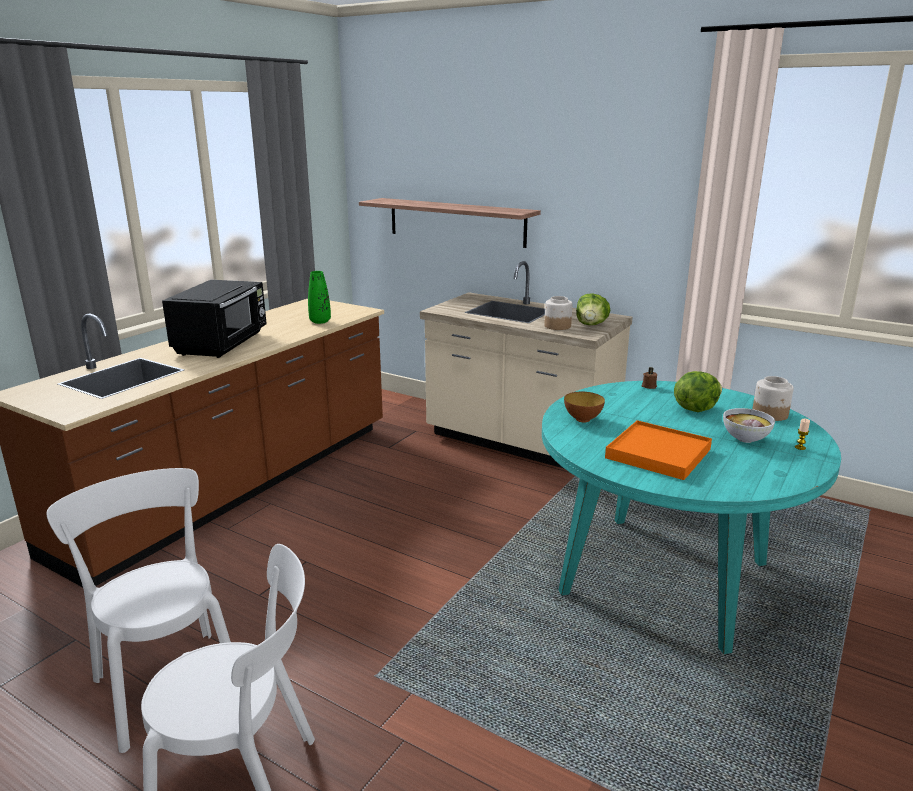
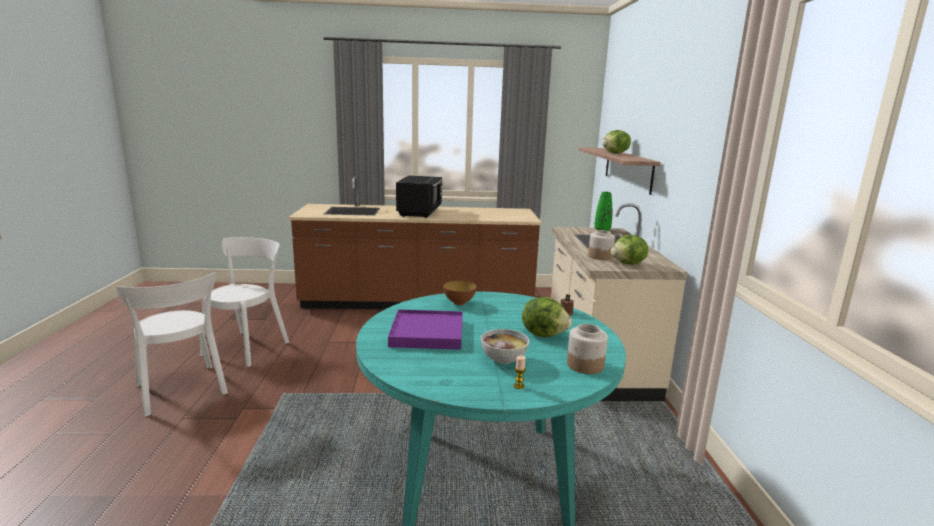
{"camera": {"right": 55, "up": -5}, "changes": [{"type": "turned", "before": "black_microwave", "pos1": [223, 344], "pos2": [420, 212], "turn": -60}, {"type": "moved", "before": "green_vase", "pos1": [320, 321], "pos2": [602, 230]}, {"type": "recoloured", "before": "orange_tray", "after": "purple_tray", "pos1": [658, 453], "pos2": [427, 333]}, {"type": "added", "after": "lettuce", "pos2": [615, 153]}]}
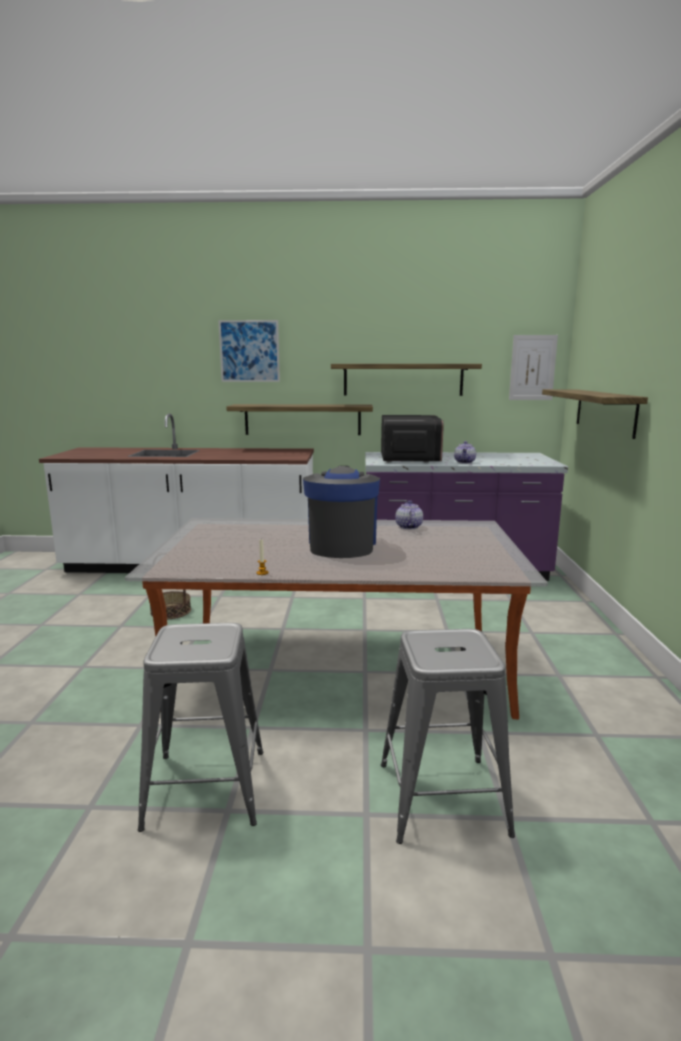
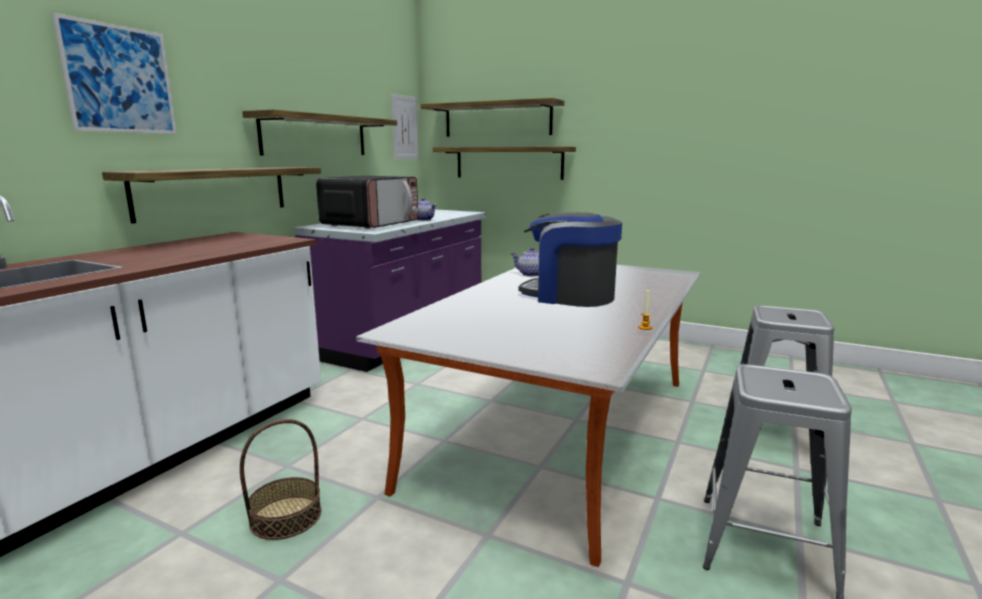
{"camera": {"right": -65, "up": 0}, "changes": [{"type": "turned", "before": "microwave", "pos1": [409, 458], "pos2": [371, 224], "turn": 90}, {"type": "added", "after": "shelf", "pos2": [497, 119]}]}
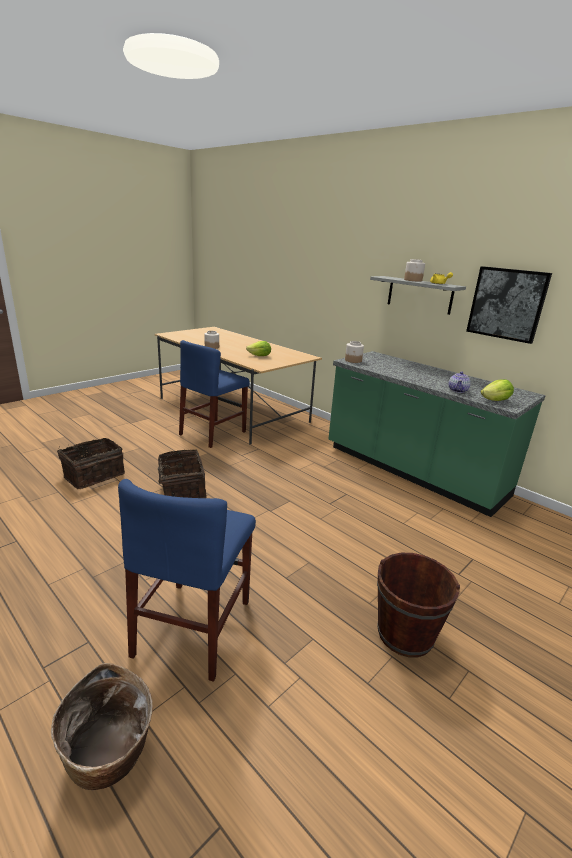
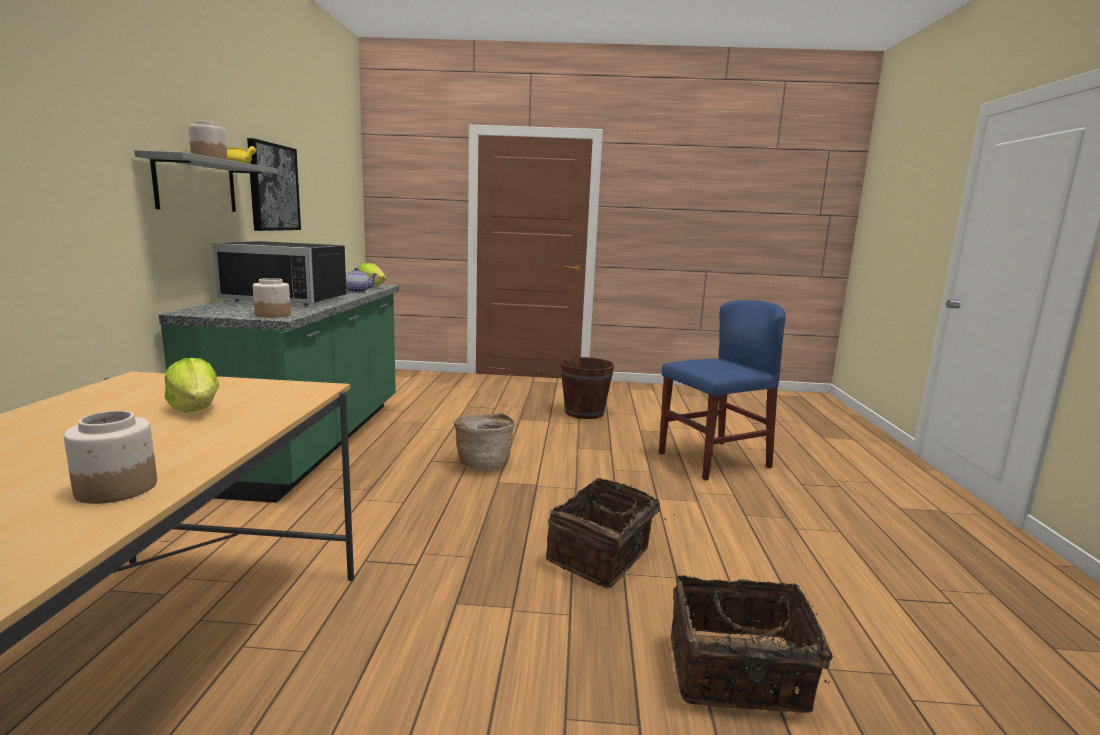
{"camera": {"right": -130, "up": -10}, "changes": [{"type": "moved", "before": "basket", "pos1": [110, 757], "pos2": [484, 463]}, {"type": "removed", "before": "blue_chair", "pos1": [213, 433]}, {"type": "added", "after": "black_microwave", "pos2": [290, 299]}]}
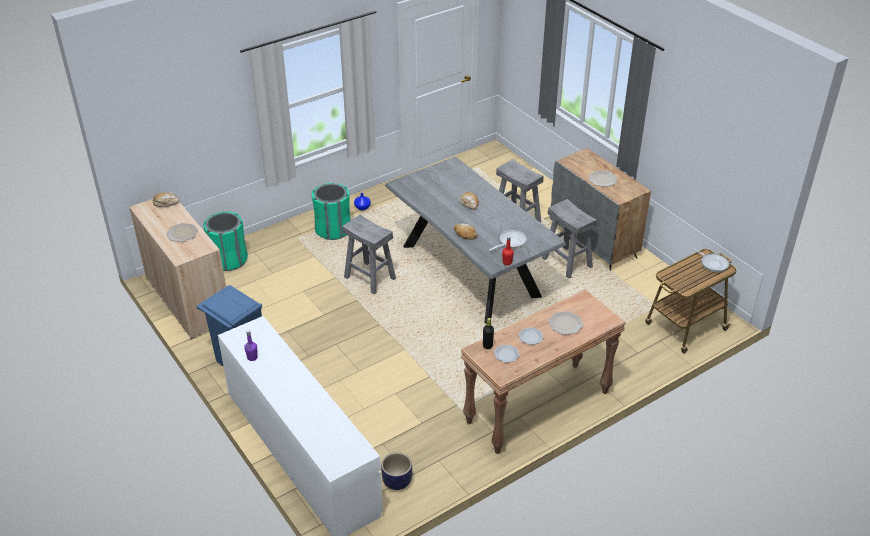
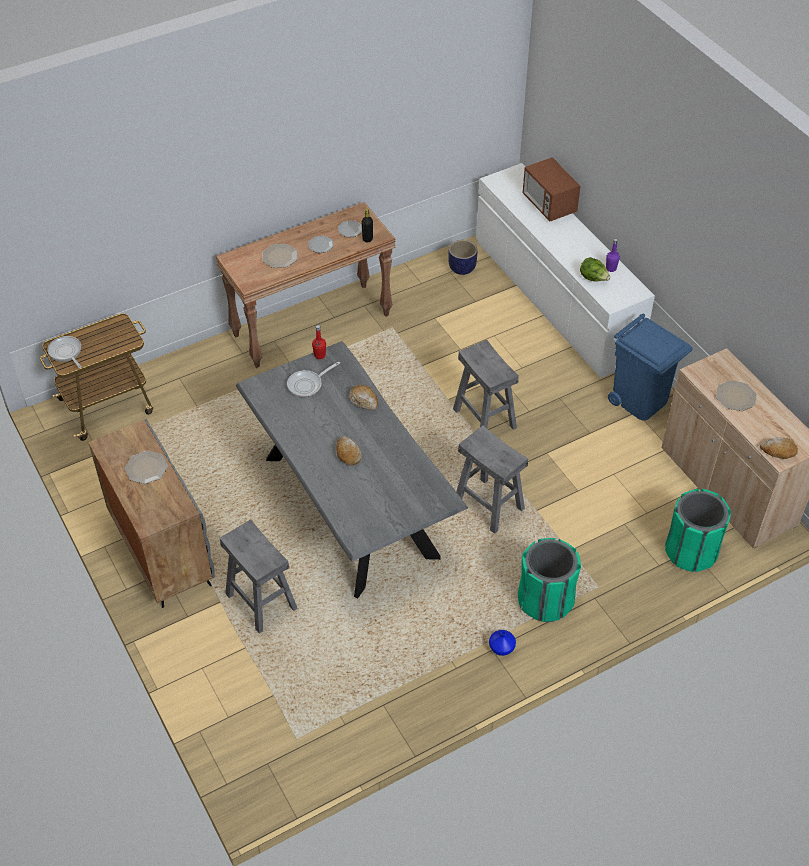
{"camera": {"right": -175, "up": 10}, "changes": [{"type": "moved", "before": "grey_stool", "pos1": [567, 262], "pos2": [484, 418]}, {"type": "added", "after": "microwave", "pos2": [549, 205]}, {"type": "added", "after": "lettuce", "pos2": [593, 278]}]}
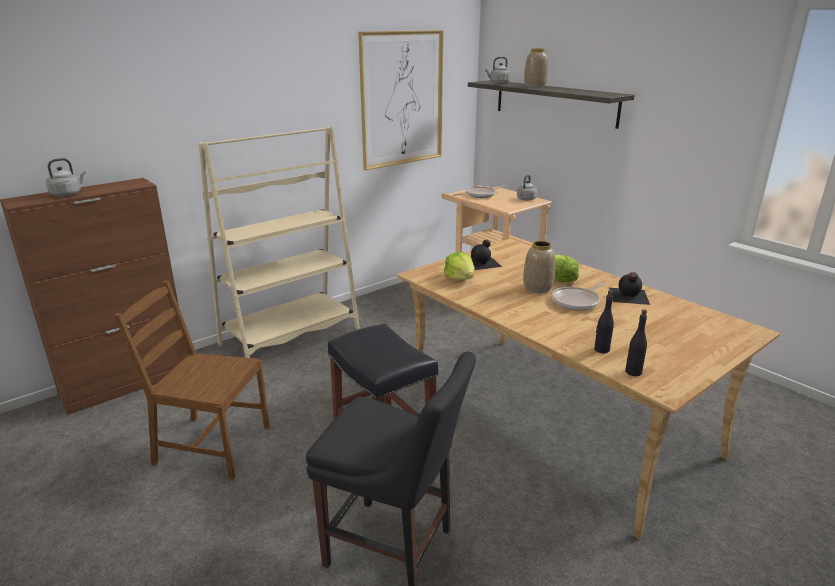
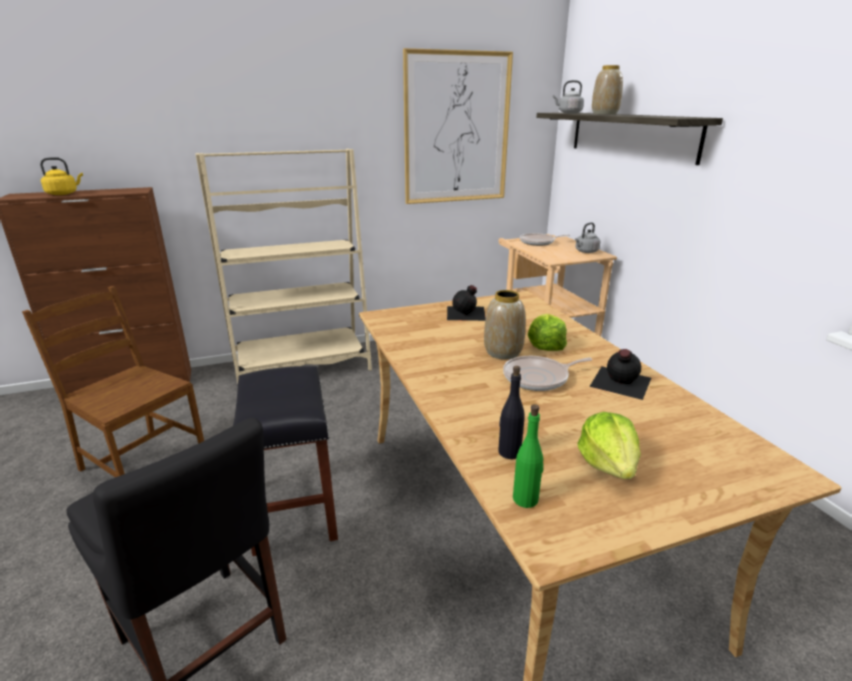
{"camera": {"right": 20, "up": 0}, "changes": [{"type": "recoloured", "before": "grey_kettle", "after": "yellow_kettle", "pos1": [68, 194], "pos2": [64, 194]}, {"type": "moved", "before": "lettuce", "pos1": [460, 278], "pos2": [608, 464]}, {"type": "recoloured", "before": "black_bottle", "after": "green_bottle", "pos1": [633, 372], "pos2": [526, 499]}]}
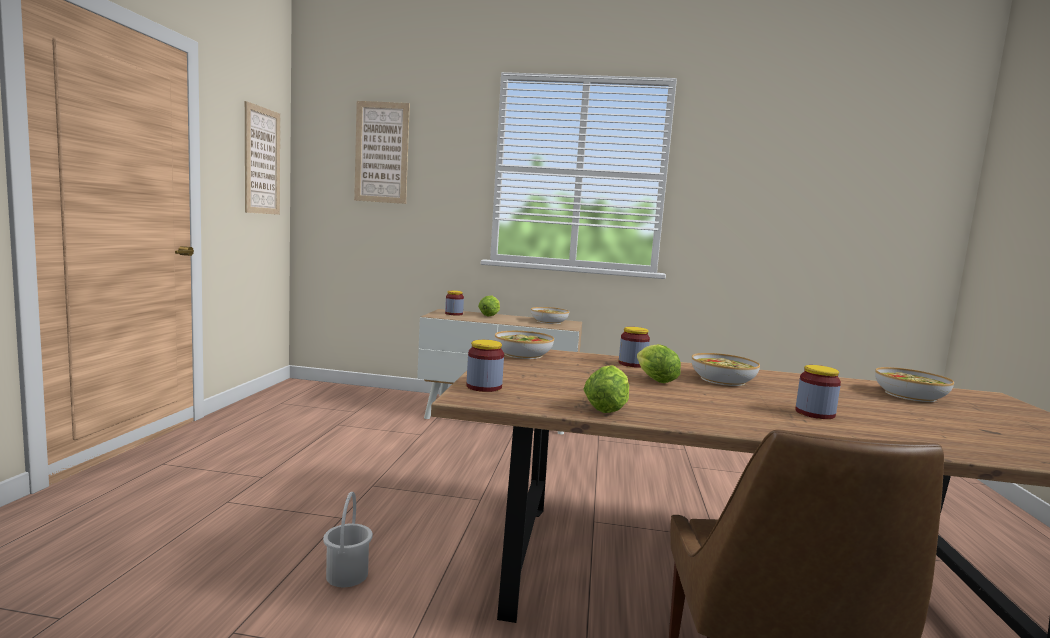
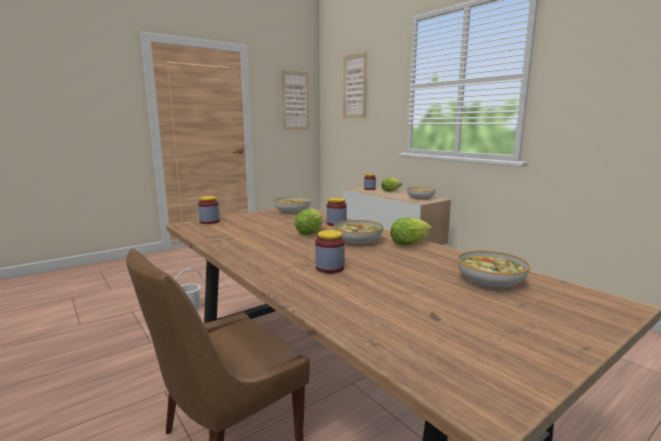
{"camera": {"right": 45, "up": 5}, "changes": [{"type": "moved", "before": "lettuce", "pos1": [607, 407], "pos2": [411, 243]}]}
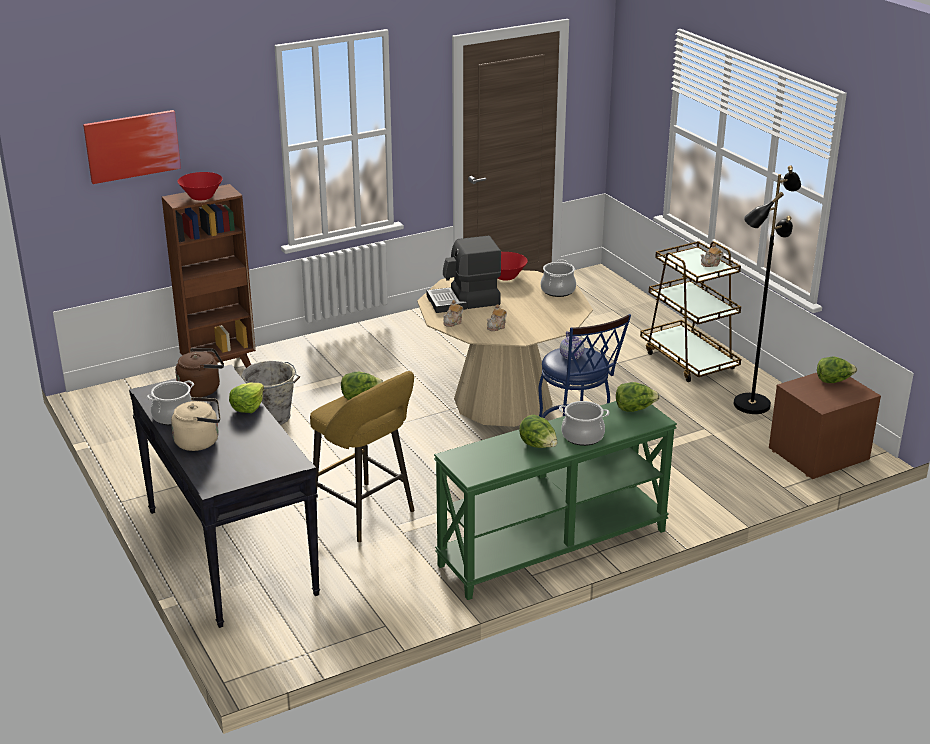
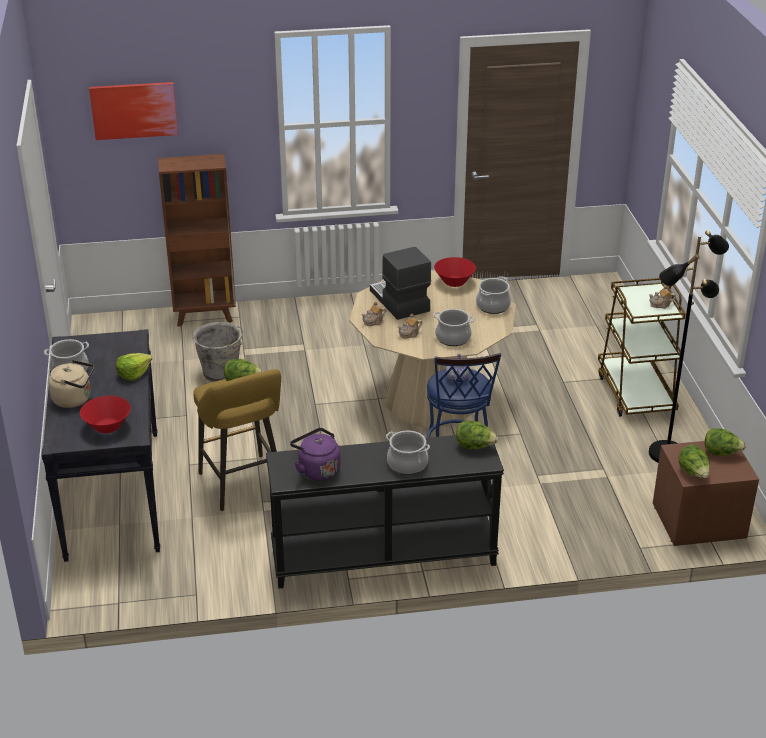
{"camera": {"right": 20, "up": 5}, "changes": [{"type": "removed", "before": "brown_kettle", "pos1": [202, 389]}, {"type": "moved", "before": "red_bowl", "pos1": [201, 197], "pos2": [107, 427]}, {"type": "turned", "before": "coffee_machine", "pos1": [464, 301], "pos2": [399, 301], "turn": 60}, {"type": "recoloured", "before": "green_console_table", "after": "black_console_table", "pos1": [553, 549], "pos2": [383, 558]}, {"type": "moved", "before": "lettuce", "pos1": [538, 446], "pos2": [693, 473]}, {"type": "added", "after": "purple_kettle", "pos2": [317, 470]}, {"type": "added", "after": "cooking_pot", "pos2": [453, 338]}]}
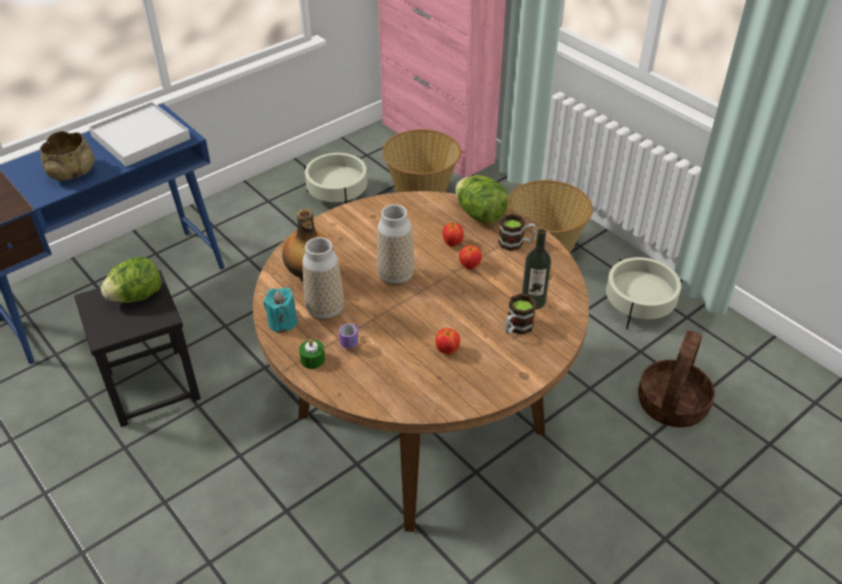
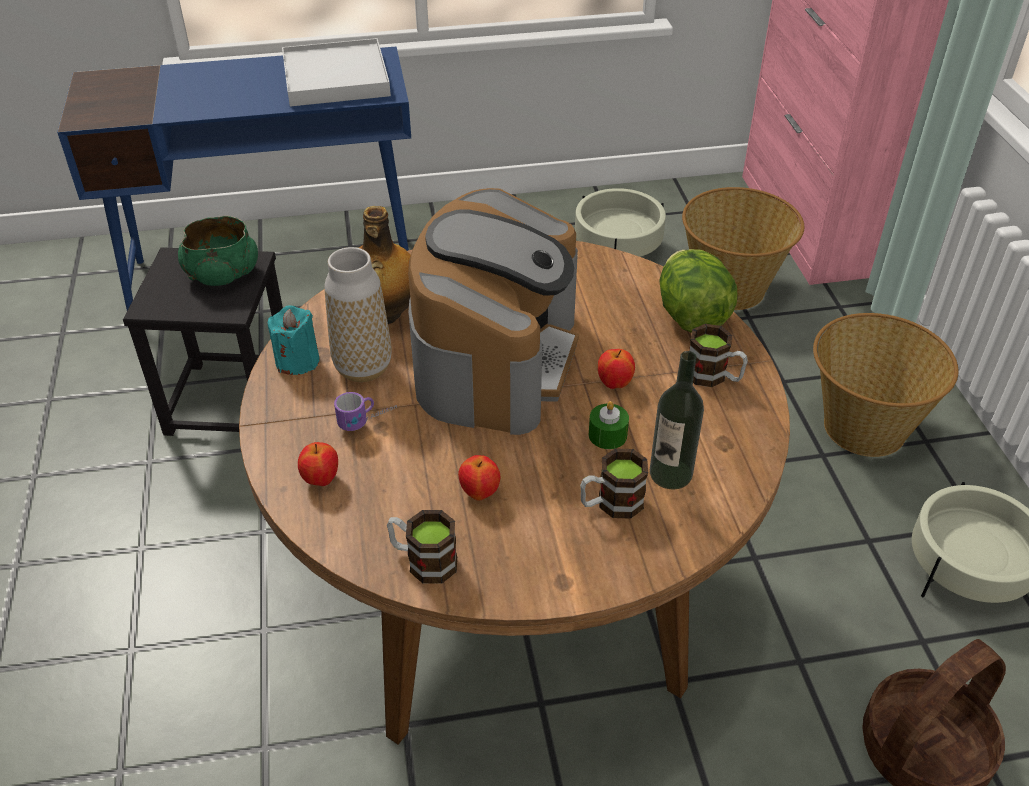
{"camera": {"right": 30, "up": 0}, "changes": [{"type": "removed", "before": "beige_bowl", "pos1": [71, 172]}, {"type": "replaced", "before": "lettuce", "after": "green_bowl", "pos1": [137, 296], "pos2": [223, 274]}, {"type": "moved", "before": "green_candle", "pos1": [312, 359], "pos2": [607, 435]}, {"type": "replaced", "before": "vase", "after": "coffee_machine", "pos1": [395, 277], "pos2": [495, 359]}, {"type": "moved", "before": "apple", "pos1": [452, 243], "pos2": [321, 480]}, {"type": "added", "after": "mug", "pos2": [423, 560]}]}
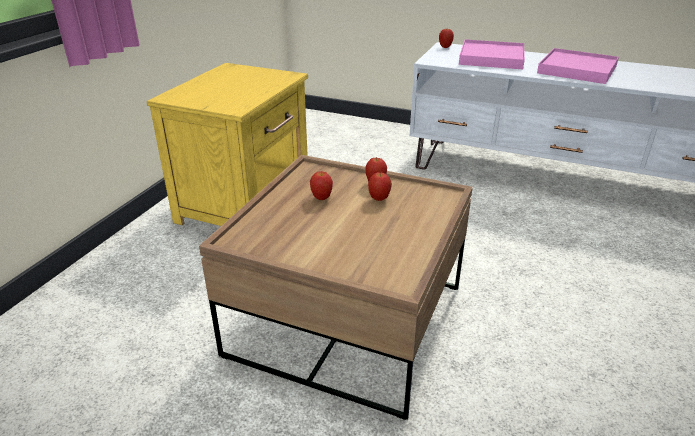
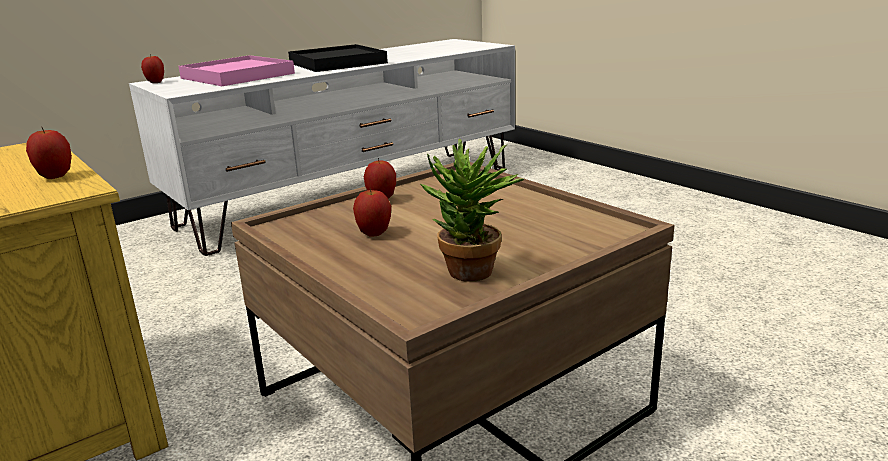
{"camera": {"right": -60, "up": -10}, "changes": [{"type": "moved", "before": "apple", "pos1": [379, 199], "pos2": [55, 177]}, {"type": "recoloured", "before": "pink_tray", "after": "black_tray", "pos1": [576, 70], "pos2": [337, 63]}, {"type": "added", "after": "potted_plant", "pos2": [472, 276]}]}
